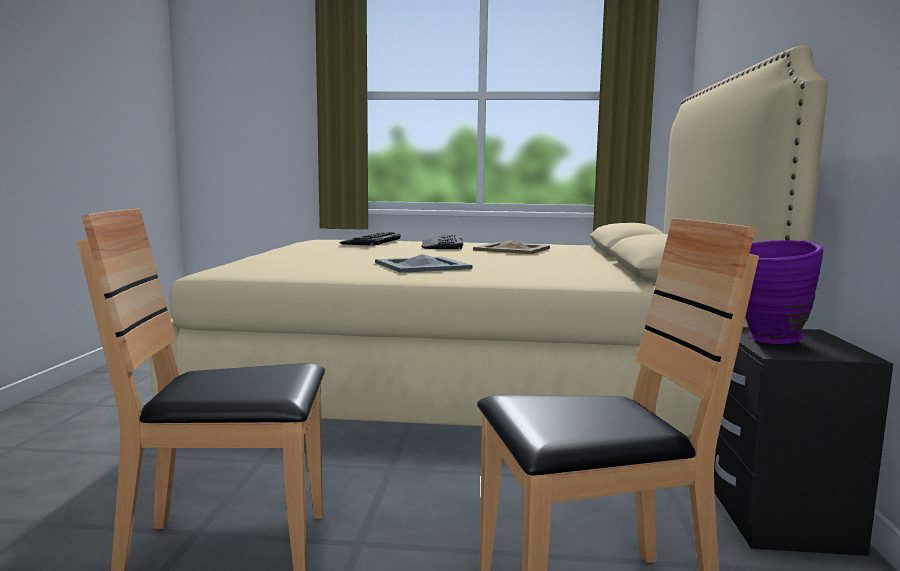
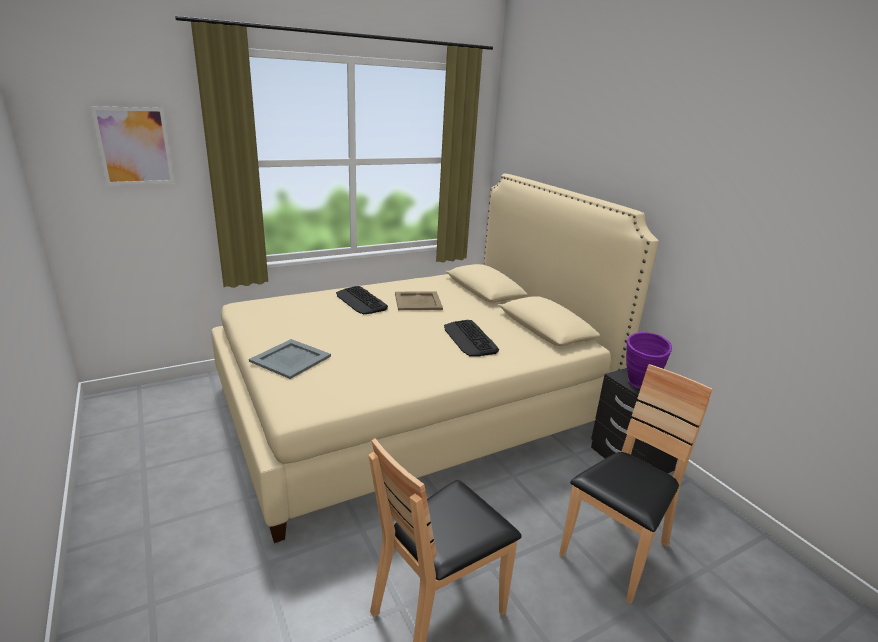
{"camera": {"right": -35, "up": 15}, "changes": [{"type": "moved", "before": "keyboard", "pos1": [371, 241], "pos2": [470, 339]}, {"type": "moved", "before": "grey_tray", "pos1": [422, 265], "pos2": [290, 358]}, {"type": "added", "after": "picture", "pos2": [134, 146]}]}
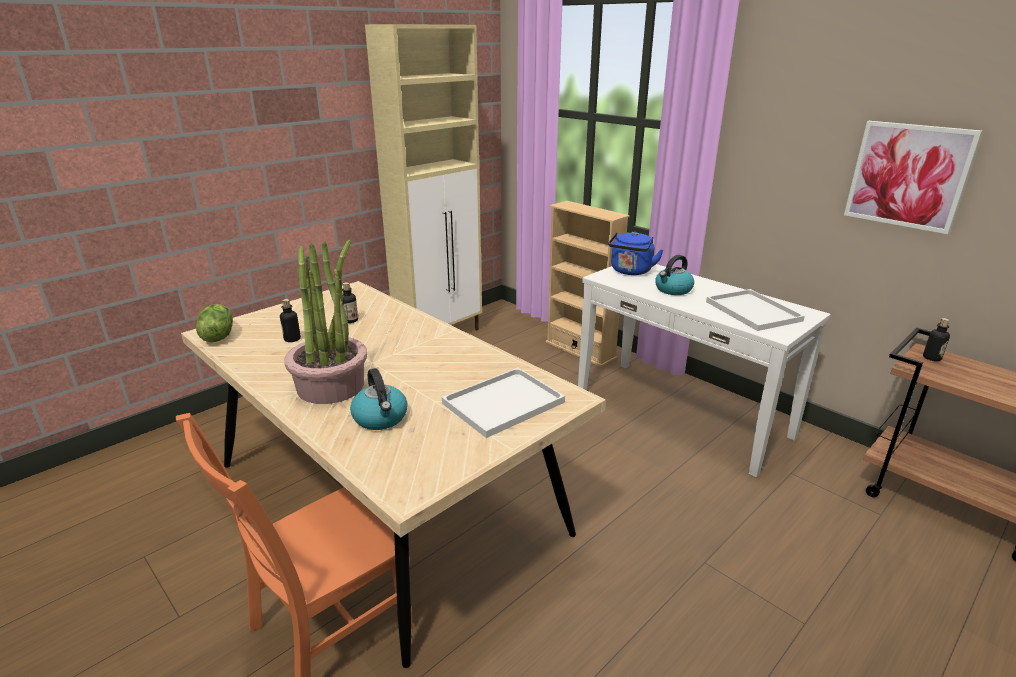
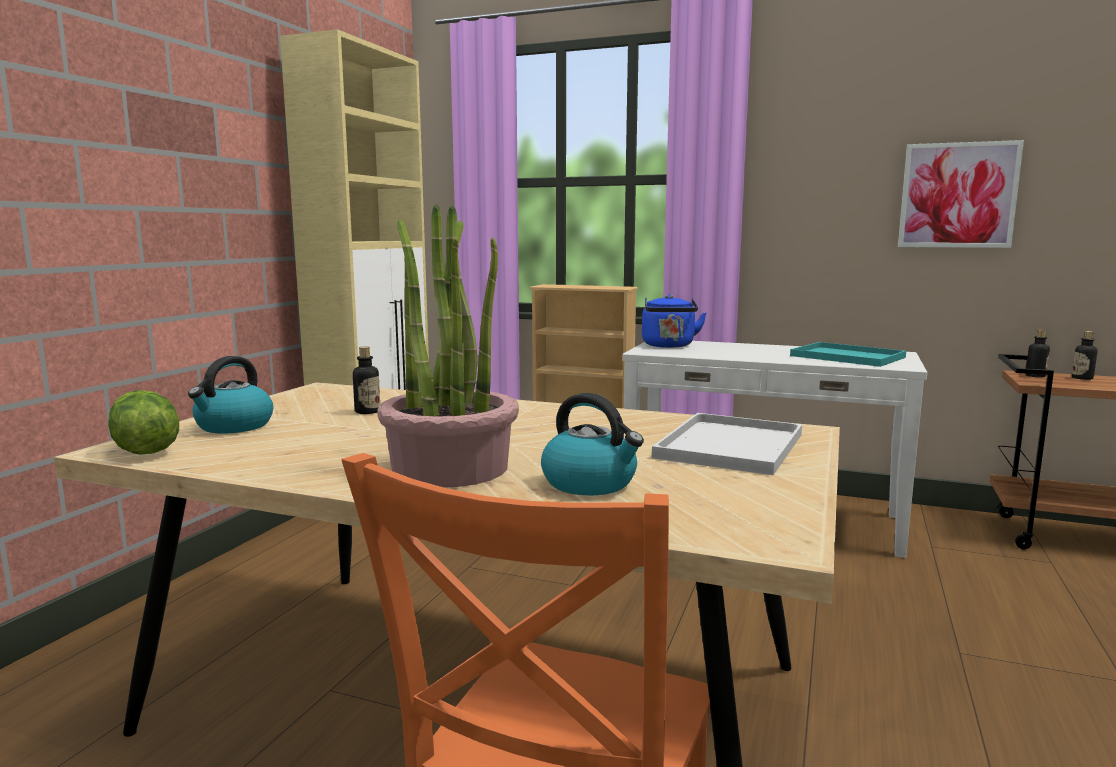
{"camera": {"right": -25, "up": -15}, "changes": [{"type": "moved", "before": "bottle", "pos1": [292, 339], "pos2": [1082, 378]}, {"type": "moved", "before": "kettle", "pos1": [673, 290], "pos2": [234, 426]}, {"type": "recoloured", "before": "white_tray", "after": "turquoise_tray", "pos1": [754, 311], "pos2": [849, 357]}]}
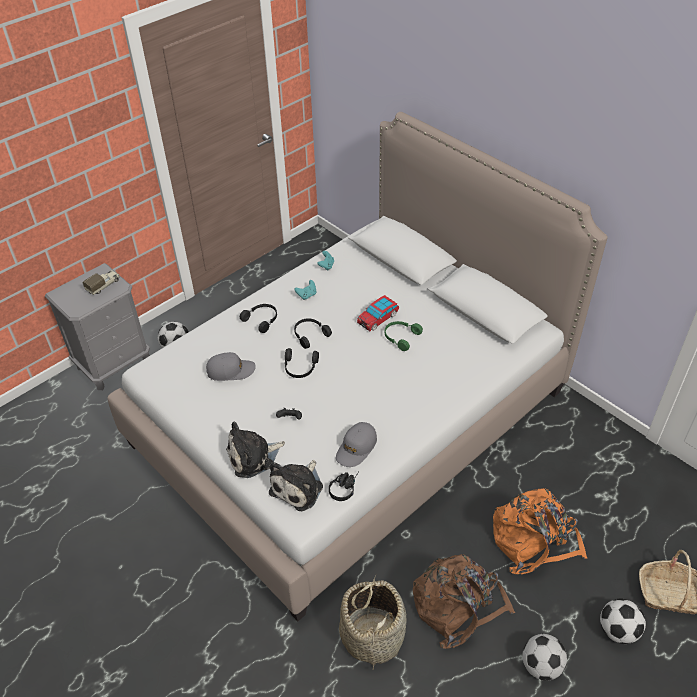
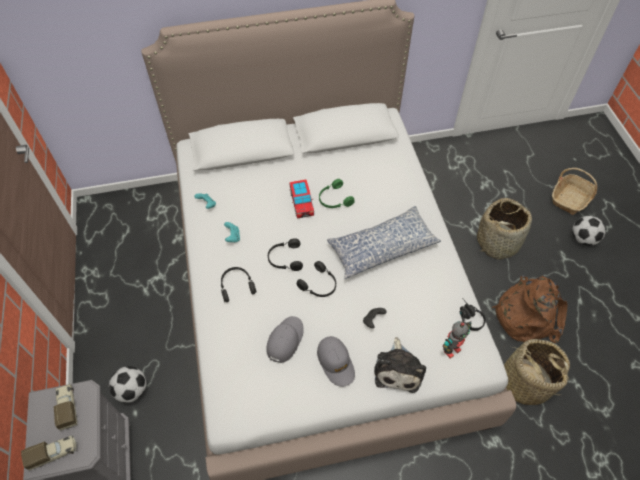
{"camera": {"right": -60, "up": 10}, "changes": [{"type": "replaced", "before": "plush_toy", "after": "toy_robot", "pos1": [299, 487], "pos2": [451, 350]}, {"type": "moved", "before": "grey_cap", "pos1": [356, 448], "pos2": [336, 362]}, {"type": "replaced", "before": "orange_backpack", "after": "basket", "pos1": [533, 541], "pos2": [498, 242]}, {"type": "removed", "before": "football", "pos1": [541, 666]}, {"type": "added", "after": "toy_truck", "pos2": [54, 453]}, {"type": "added", "after": "pillow", "pos2": [381, 247]}]}
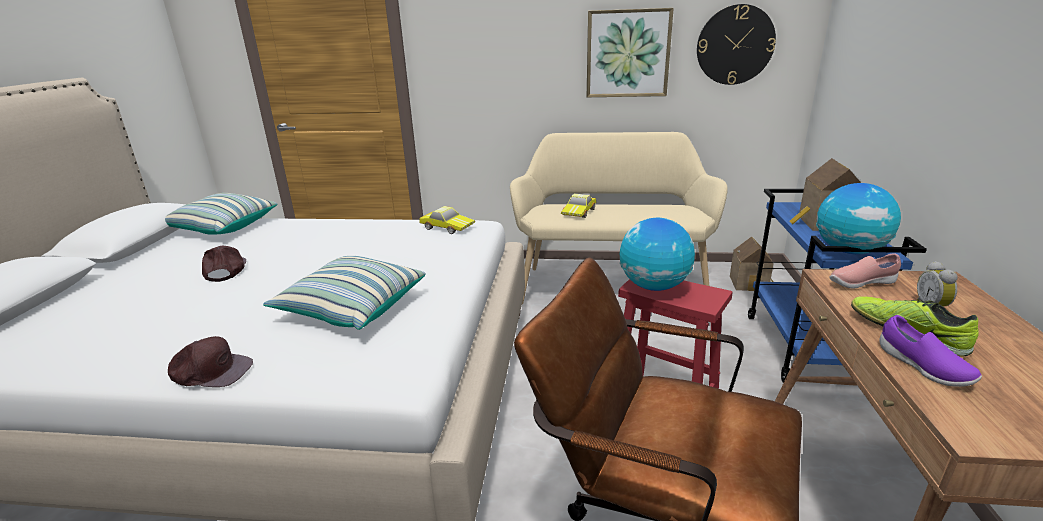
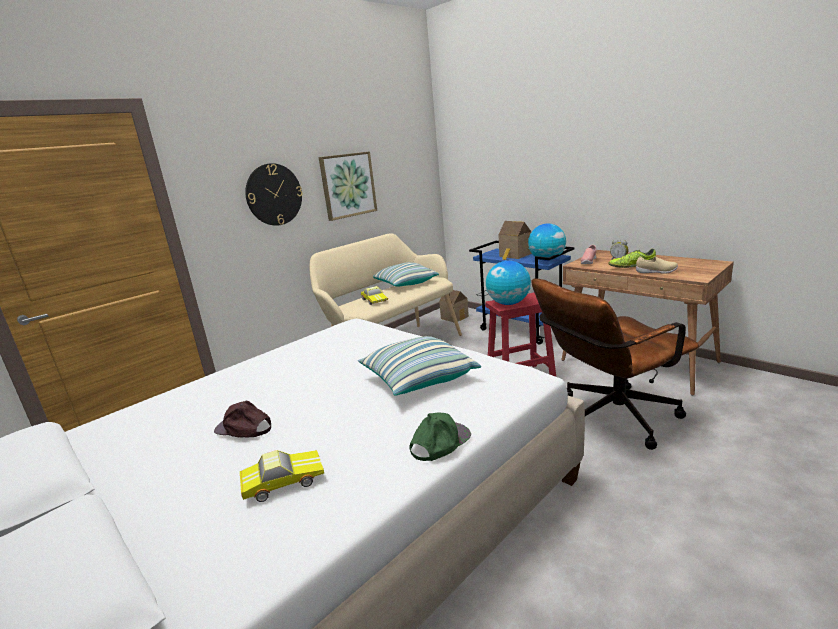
{"camera": {"right": -50, "up": -5}, "changes": [{"type": "moved", "before": "pillow", "pos1": [222, 227], "pos2": [405, 284]}, {"type": "recoloured", "before": "brown_cap", "after": "green_cap", "pos1": [211, 371], "pos2": [439, 442]}, {"type": "moved", "before": "toy_car", "pos1": [447, 227], "pos2": [282, 480]}, {"type": "moved", "before": "wall_clock", "pos1": [735, 45], "pos2": [274, 194]}, {"type": "recoloured", "before": "purple_shoe", "after": "beige_shoe", "pos1": [922, 367], "pos2": [656, 272]}]}
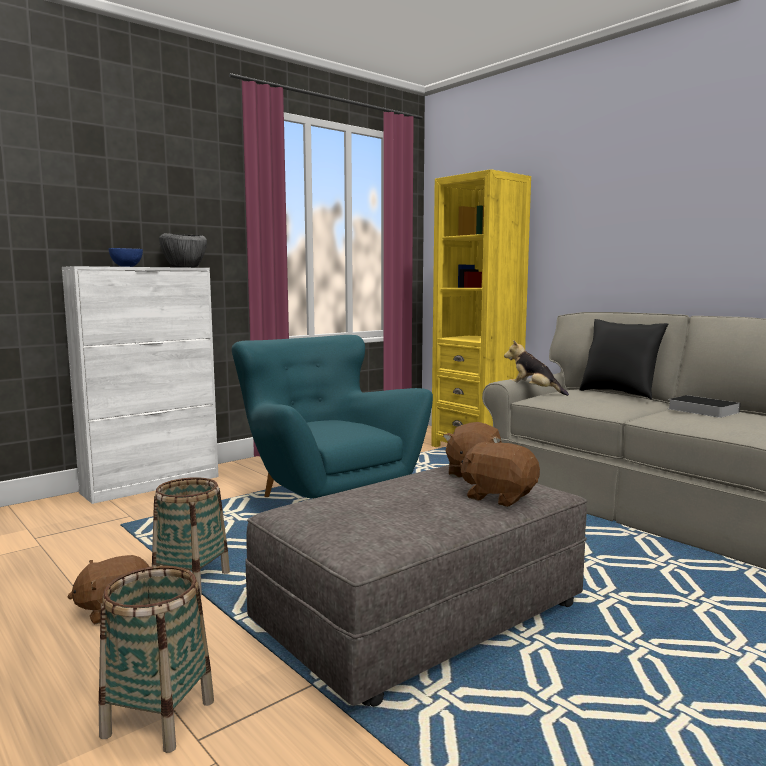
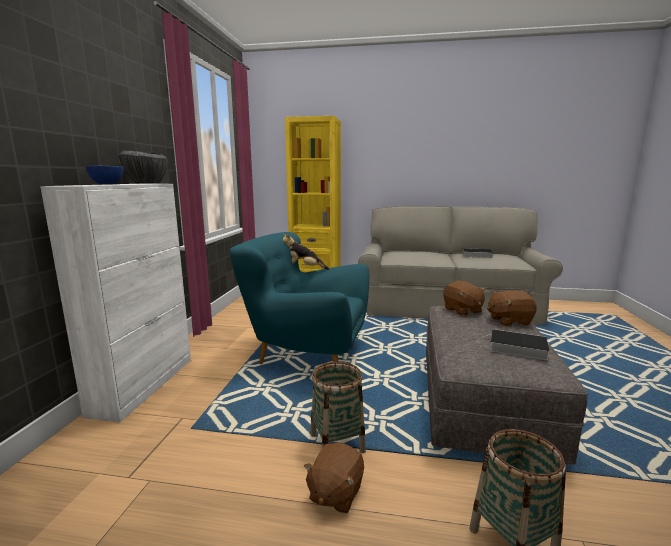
{"camera": {"right": -40, "up": 5}, "changes": [{"type": "moved", "before": "plush_toy", "pos1": [534, 391], "pos2": [303, 269]}, {"type": "removed", "before": "black_pillow", "pos1": [619, 393]}, {"type": "added", "after": "book", "pos2": [515, 347]}]}
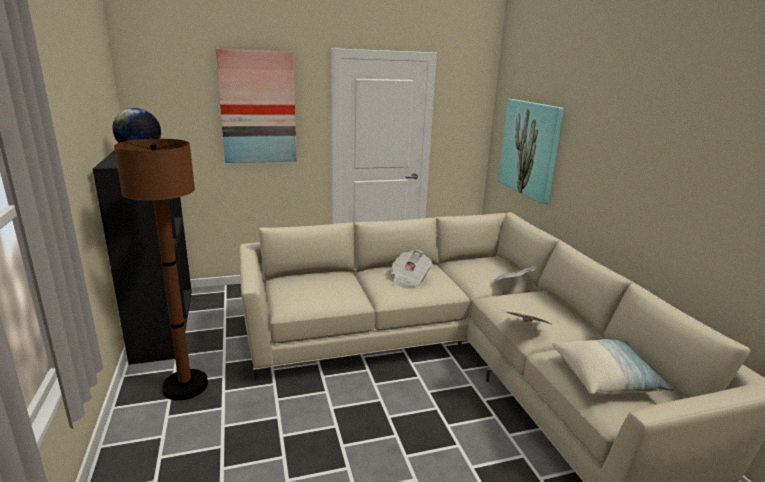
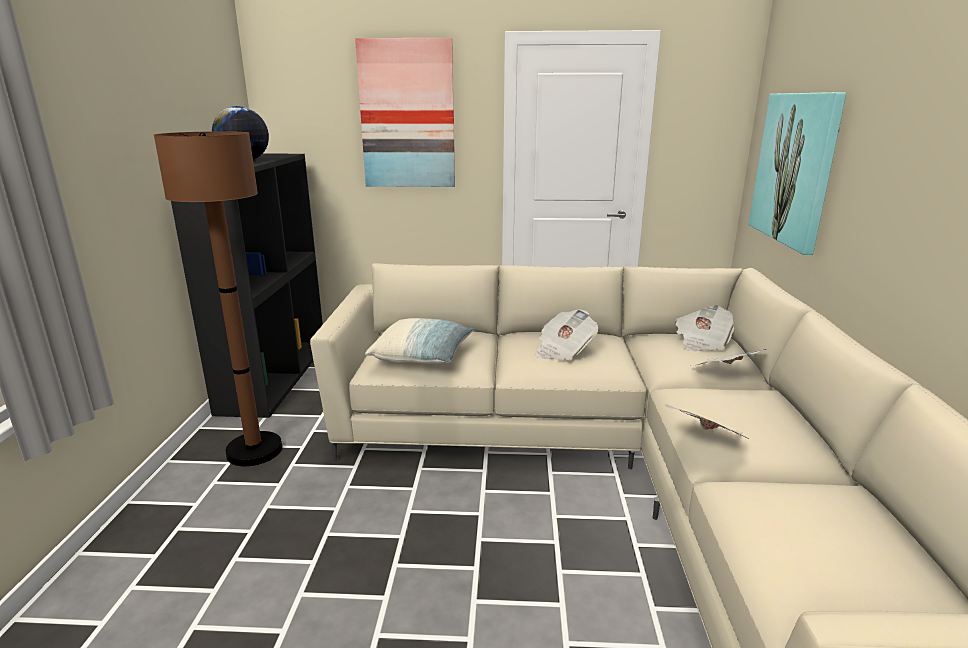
{"camera": {"right": 20, "up": 0}, "changes": [{"type": "moved", "before": "pillow", "pos1": [606, 378], "pos2": [423, 356]}, {"type": "added", "after": "newspaper", "pos2": [701, 342]}]}
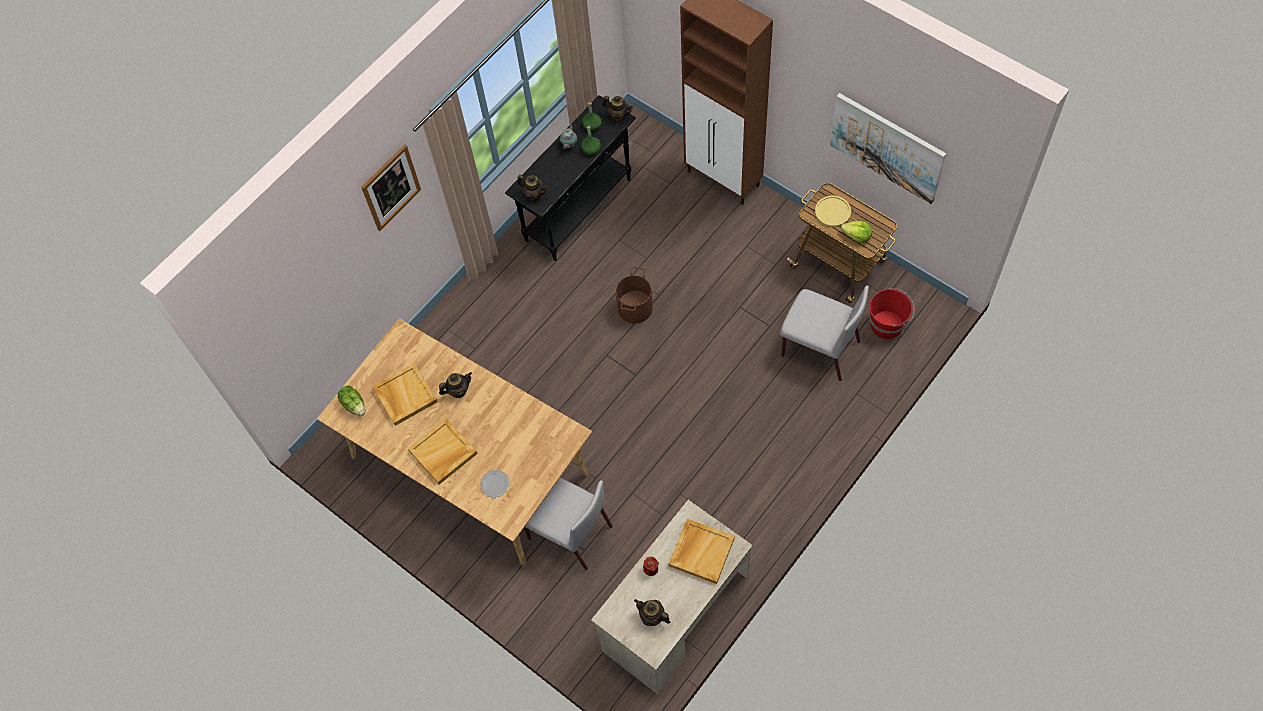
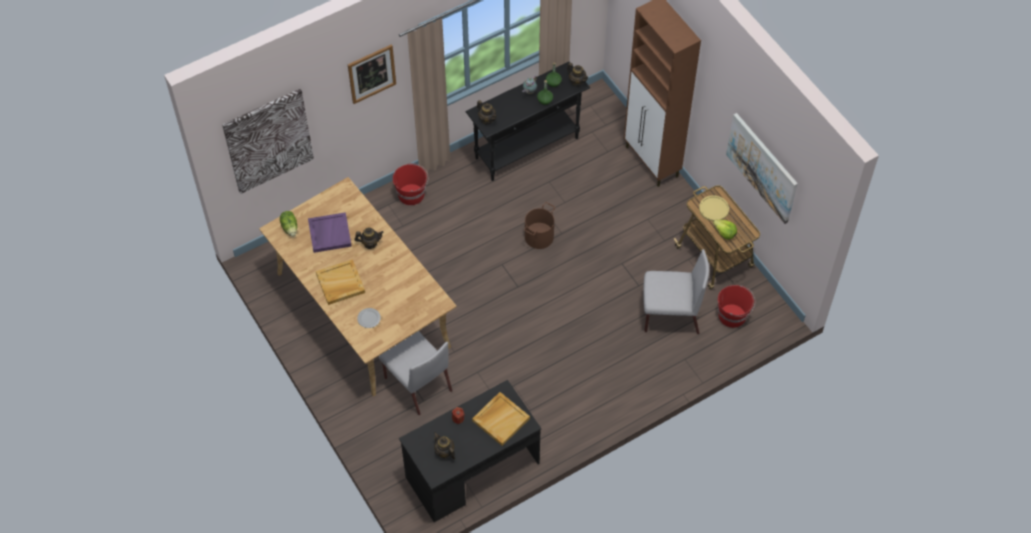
{"camera": {"right": 15, "up": -5}, "changes": [{"type": "recoloured", "before": "beige_tray", "after": "purple_tray", "pos1": [404, 395], "pos2": [329, 233]}, {"type": "recoloured", "before": "beige_desk", "after": "black_desk", "pos1": [675, 614], "pos2": [472, 470]}, {"type": "turned", "before": "grey_chair", "pos1": [819, 348], "pos2": [670, 315], "turn": -45}, {"type": "added", "after": "picture", "pos2": [268, 140]}, {"type": "added", "after": "red_bucket", "pos2": [411, 194]}]}
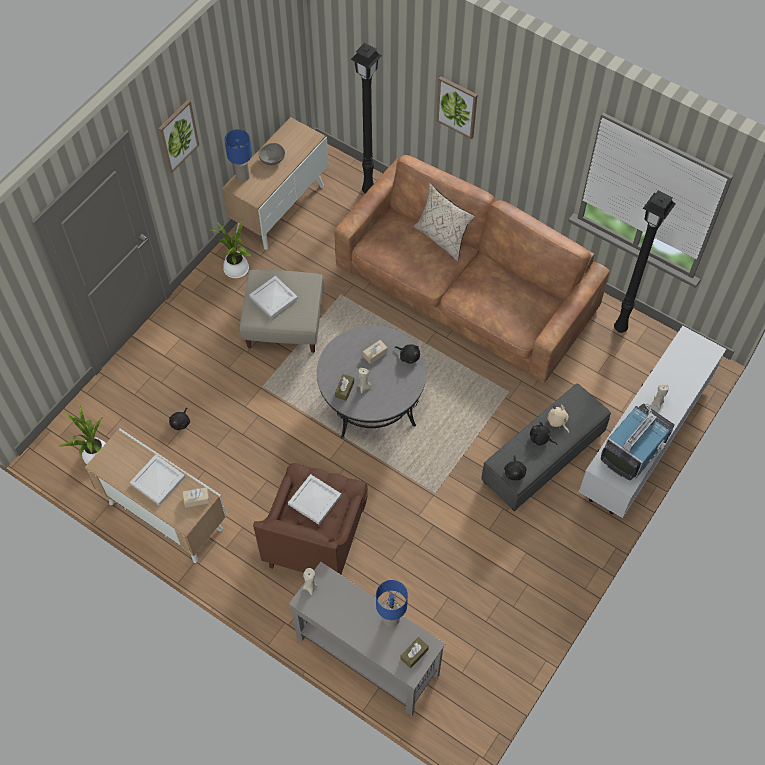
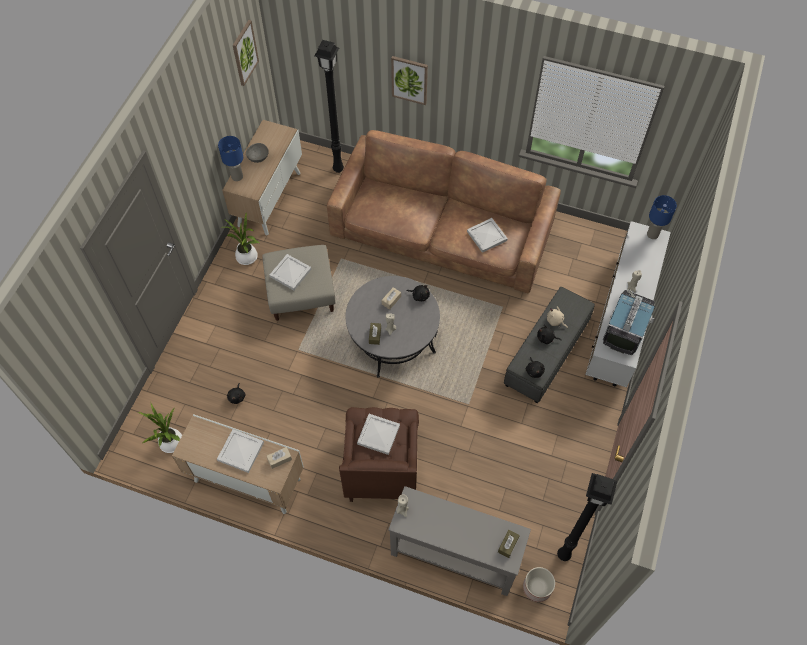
{"camera": {"right": -15, "up": 0}, "changes": [{"type": "moved", "before": "picture", "pos1": [177, 136], "pos2": [244, 53]}, {"type": "moved", "before": "blue_table_lamp", "pos1": [391, 618], "pos2": [652, 234]}, {"type": "removed", "before": "beige_pillow", "pos1": [442, 238]}, {"type": "moved", "before": "black_floor_lamp", "pos1": [621, 328], "pos2": [565, 554]}, {"type": "added", "after": "white_tray", "pos2": [487, 235]}, {"type": "added", "after": "planter", "pos2": [537, 587]}]}
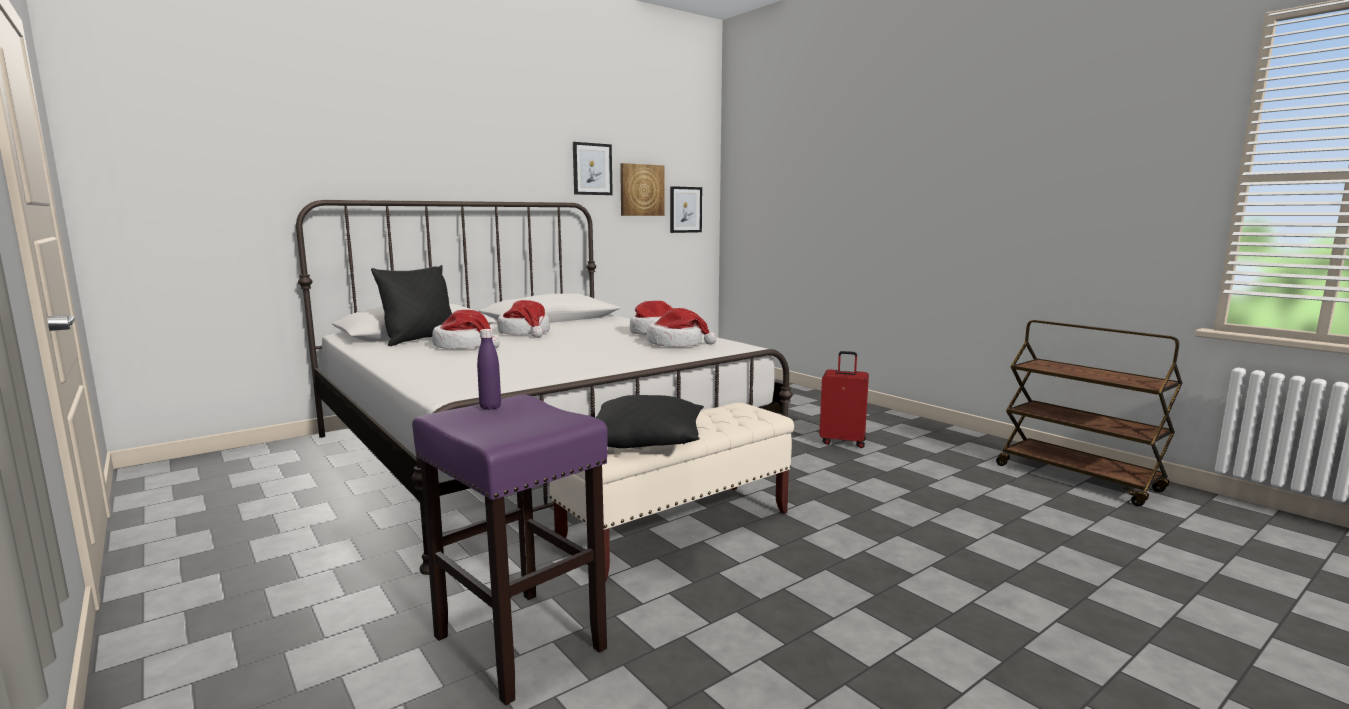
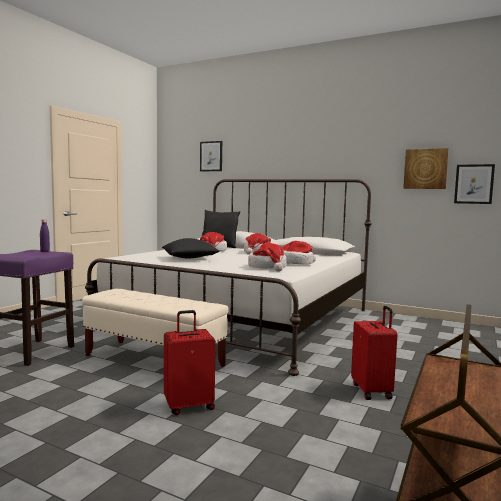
{"camera": {"right": 65, "up": -5}, "changes": [{"type": "moved", "before": "picture", "pos1": [592, 169], "pos2": [211, 156]}, {"type": "moved", "before": "black_pillow", "pos1": [647, 441], "pos2": [190, 258]}, {"type": "added", "after": "red_suitcase", "pos2": [189, 405]}]}
